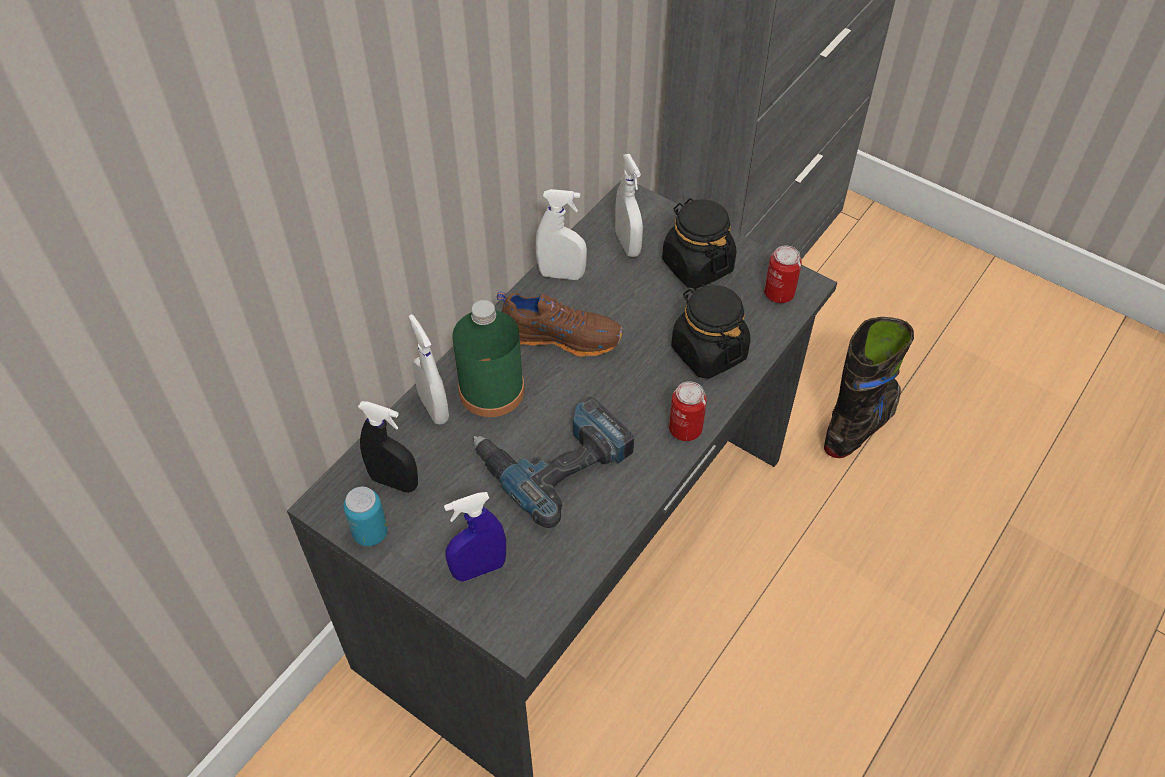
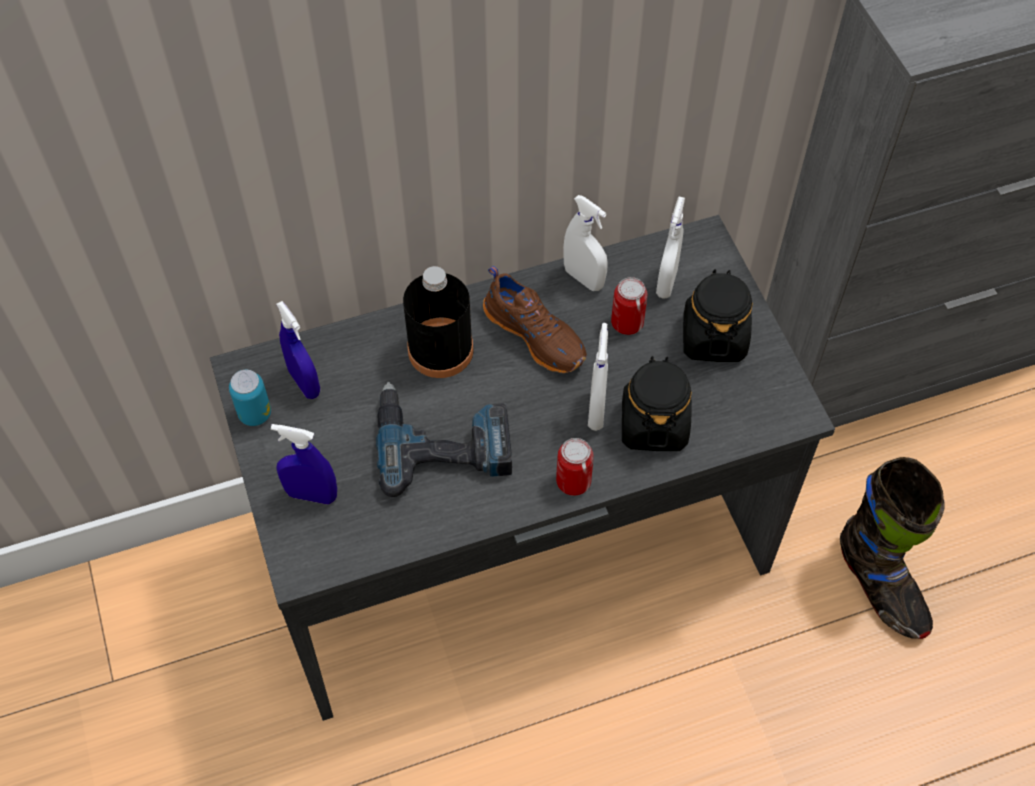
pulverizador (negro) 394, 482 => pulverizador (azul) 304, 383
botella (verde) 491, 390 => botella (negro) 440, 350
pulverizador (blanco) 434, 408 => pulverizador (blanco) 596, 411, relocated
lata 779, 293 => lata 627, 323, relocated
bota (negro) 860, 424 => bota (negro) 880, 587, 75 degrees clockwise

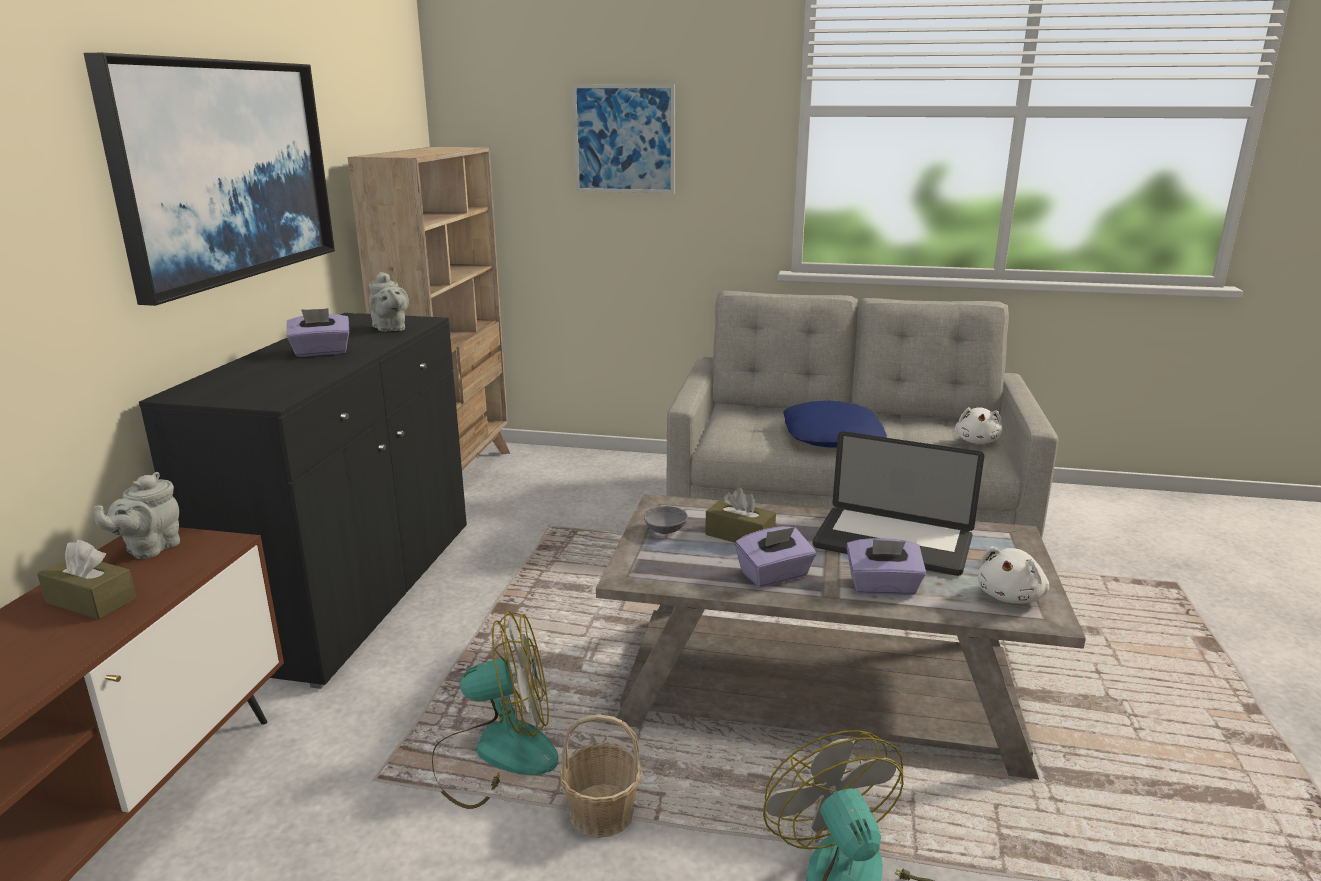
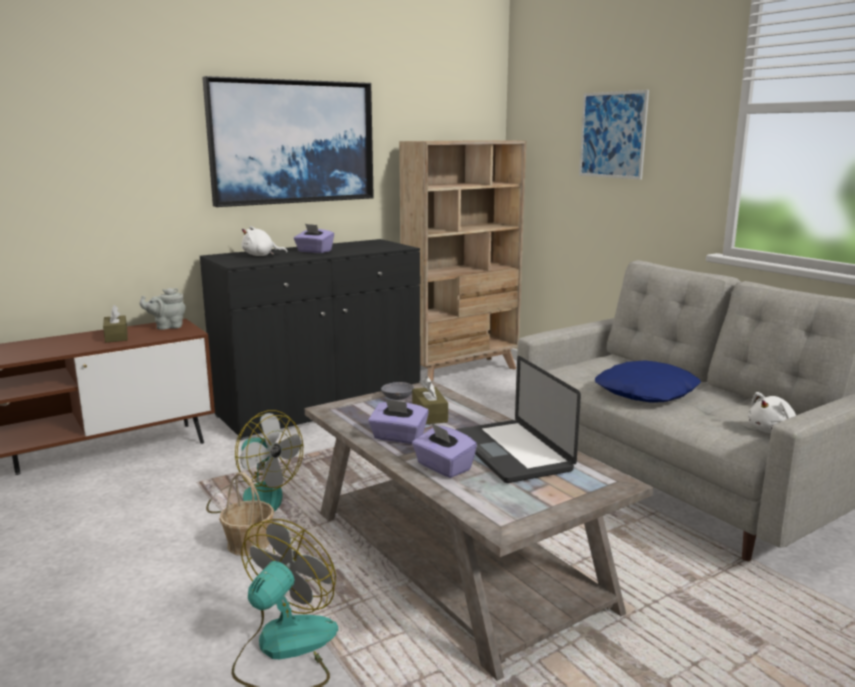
peluche (blanco) 1011, 596 => peluche (blanco) 261, 255, relocated
tetera (gris) 390, 329 => nothing

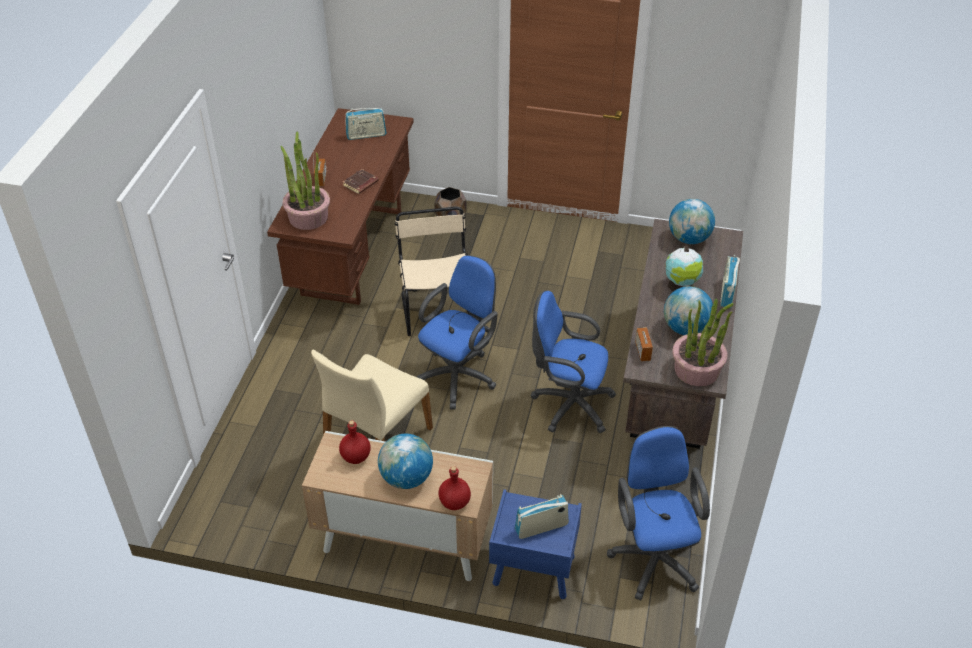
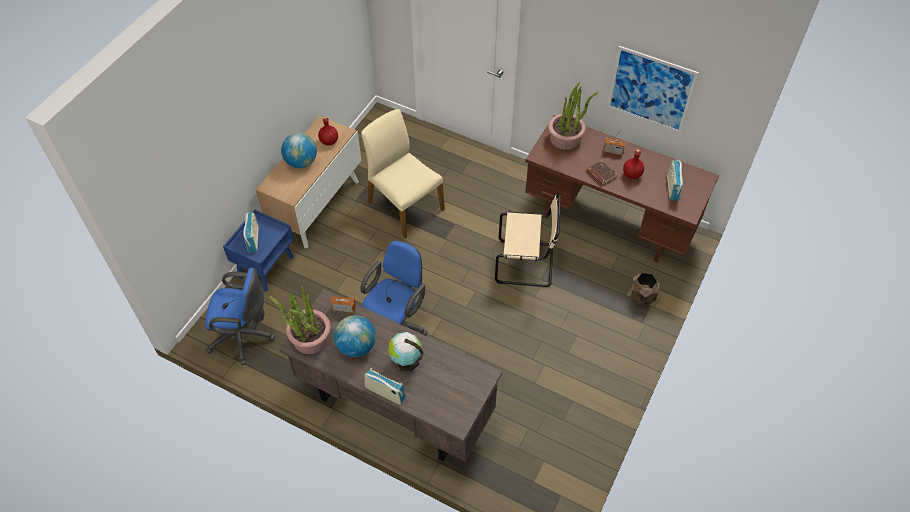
nothing => cuadro 651, 89
botella (rojo) 454, 502 => botella (rojo) 632, 174, relocated
silla de oficina (azul) 459, 375 => nothing
globo terráqueo 689, 239 => nothing

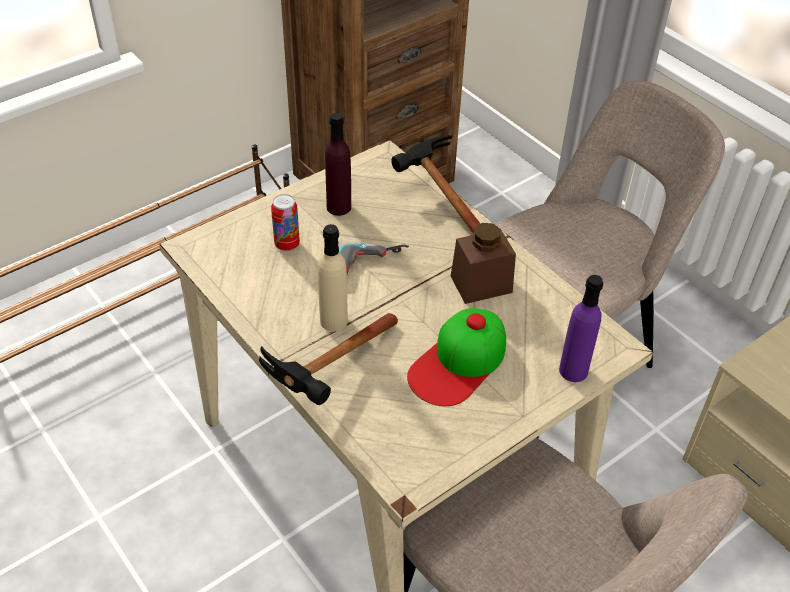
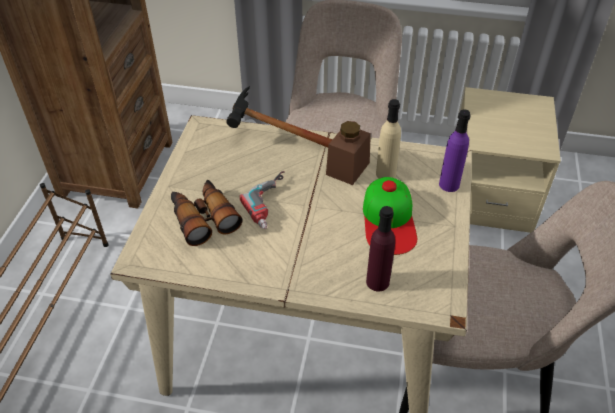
lata 287, 245 => prismáticos 203, 217
botella (morado) 339, 207 => botella (morado) 377, 282, relocated
botella (beis) 333, 321 => botella (beis) 385, 174, relocated
martillo 328, 379 => nothing

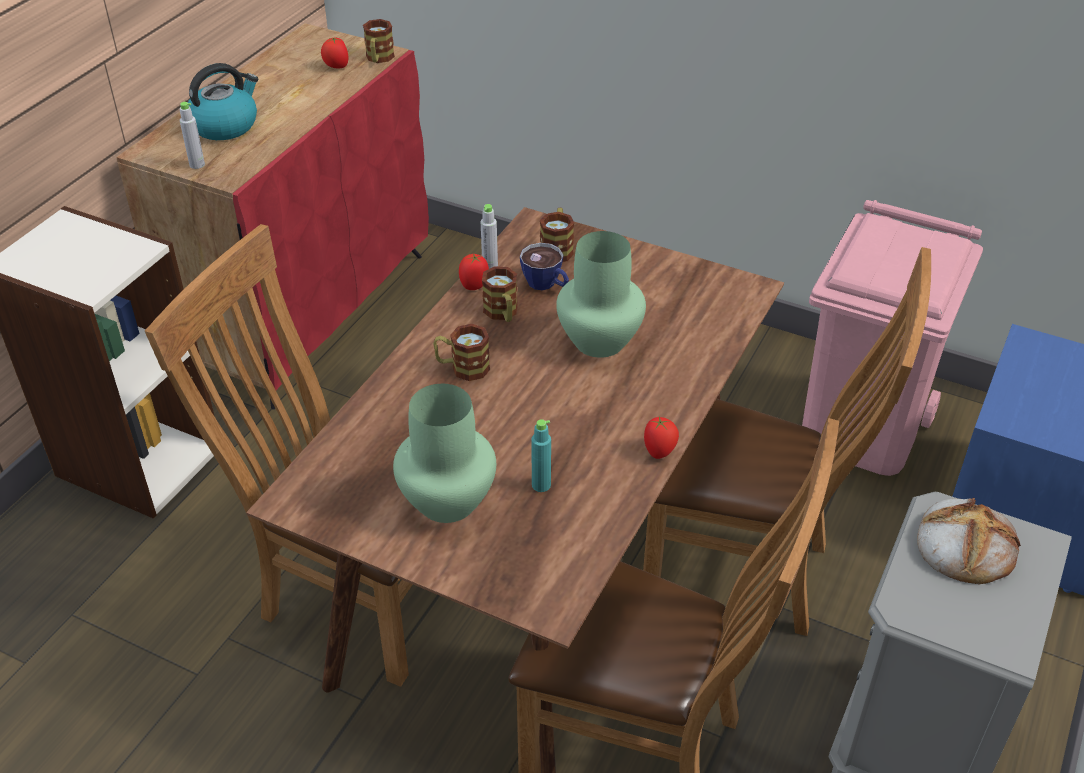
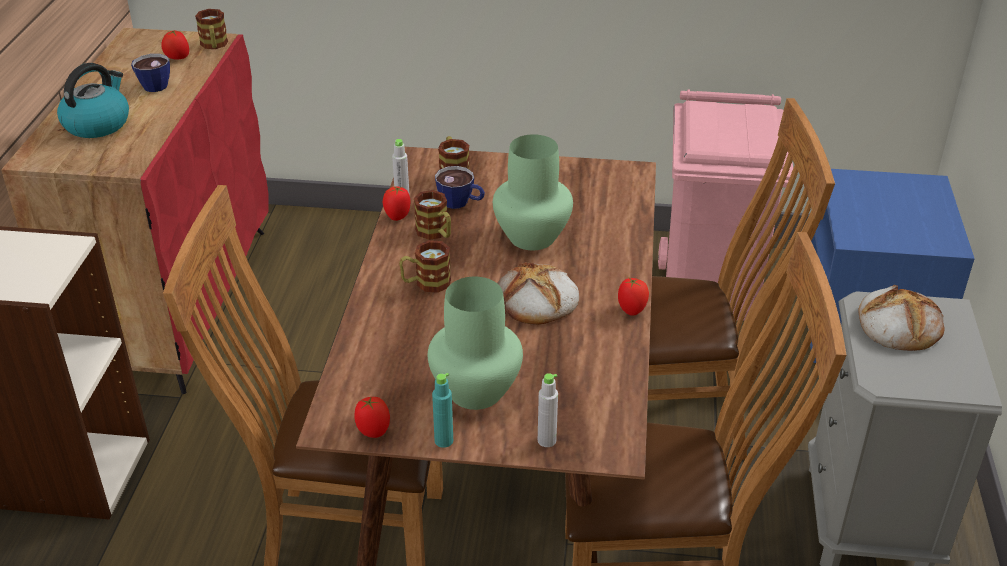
nothing => taza 151, 85
nothing => tomate 373, 431
botella (turquesa) 541, 485 => botella (turquesa) 444, 441, relocated
nothing => pan 536, 300
botella (gris) 197, 164 => botella (gris) 546, 440, relocated

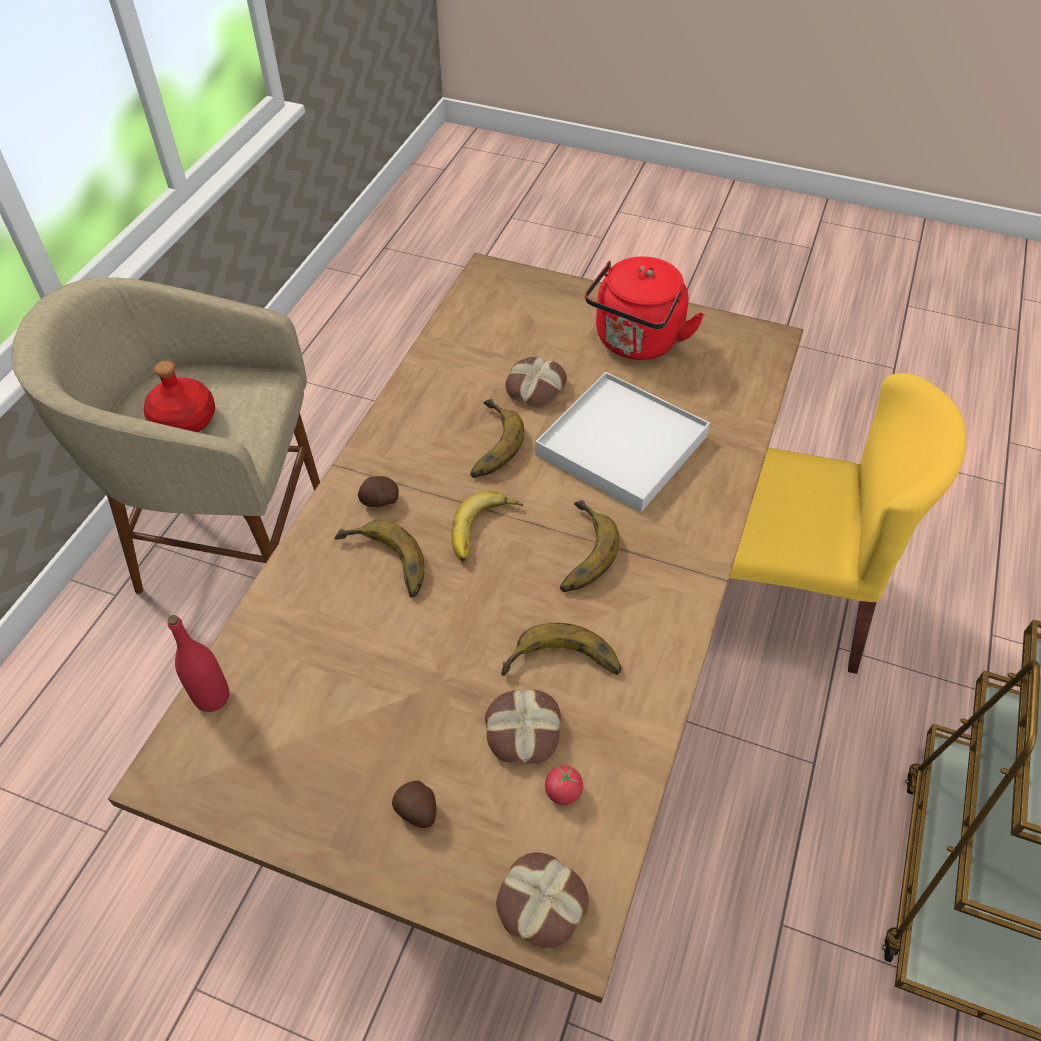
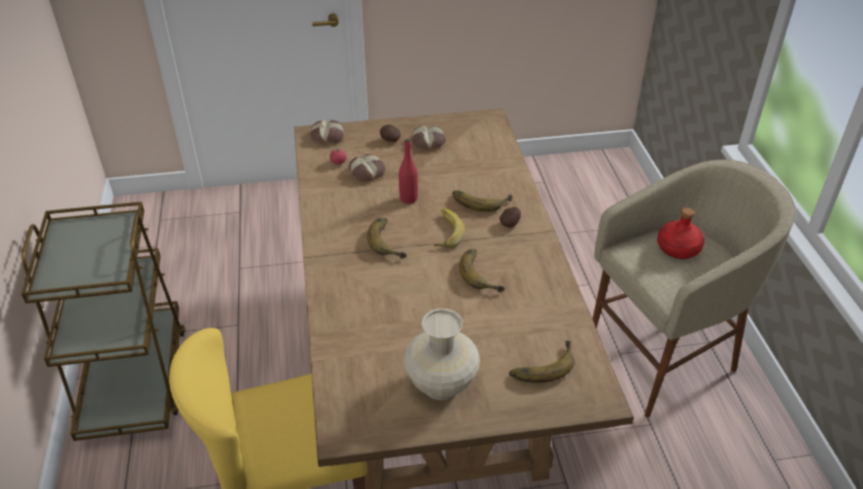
botella (rojo) 212, 697 => botella (rojo) 408, 199, relocated
hervidor (rojo) 636, 343 => florero (beis) 442, 384
pan 534, 387 => pan 429, 141, relocated
plátano 562, 668 => plátano 541, 364, relocated
bandeja (blanco) 621, 446 => nothing

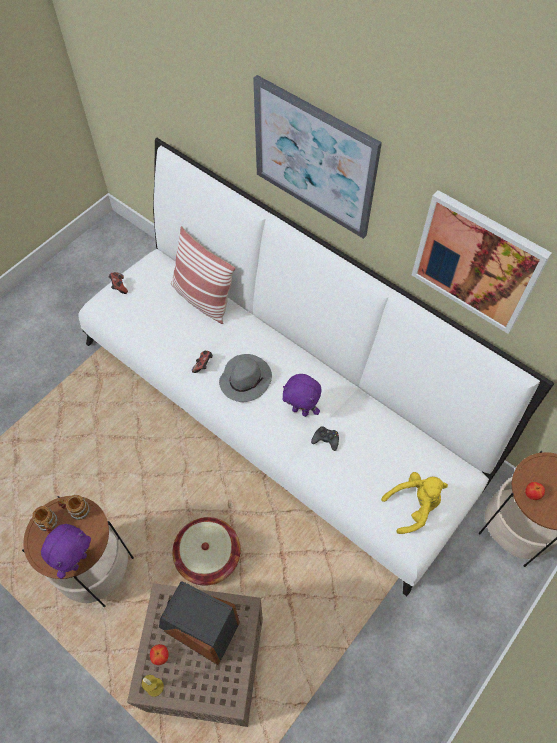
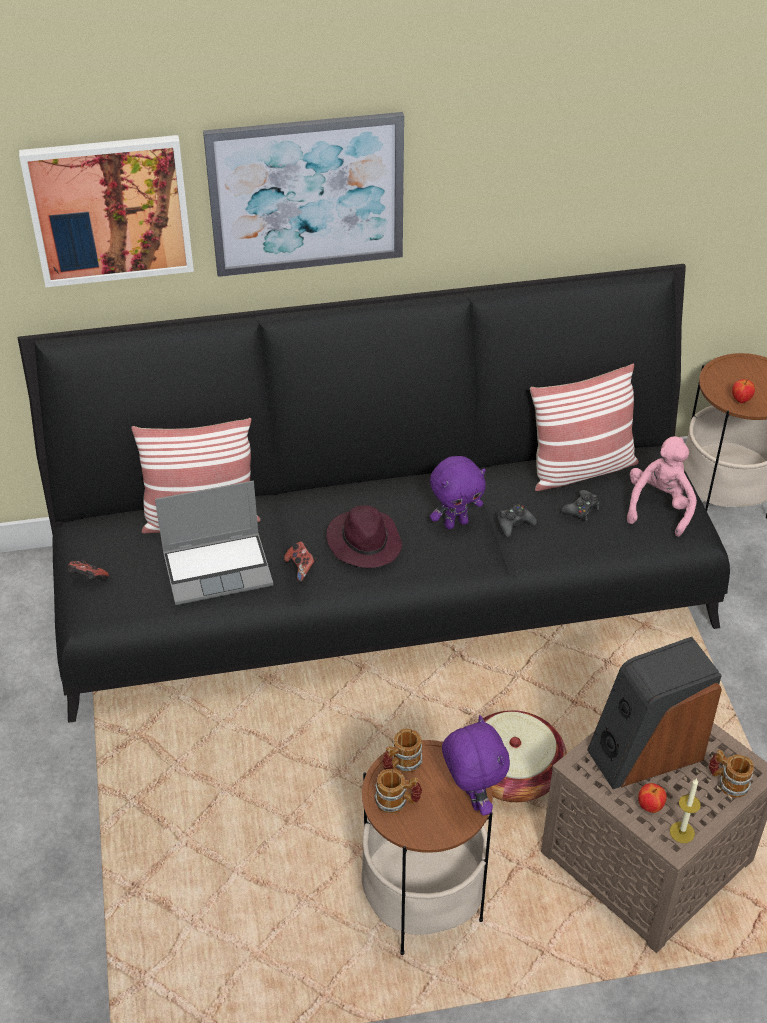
sofá (blanco) 278, 406 => sofá (negro) 383, 588
cuadro 477, 262 => cuadro 109, 210, relocated
nothing => portátil 219, 568
sombrero (gris) 245, 379 => sombrero (morado) 364, 542
nothing => cojín 581, 469
nothing => mando de consola (negro) 581, 509
peluche (amarillo) 413, 506 => peluche (rosa) 659, 507
nothing => taza grande 727, 782

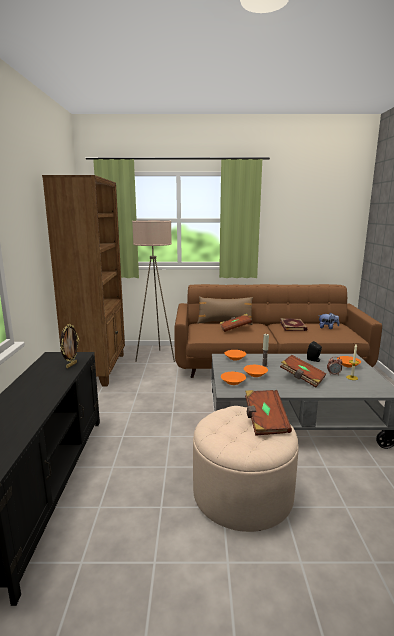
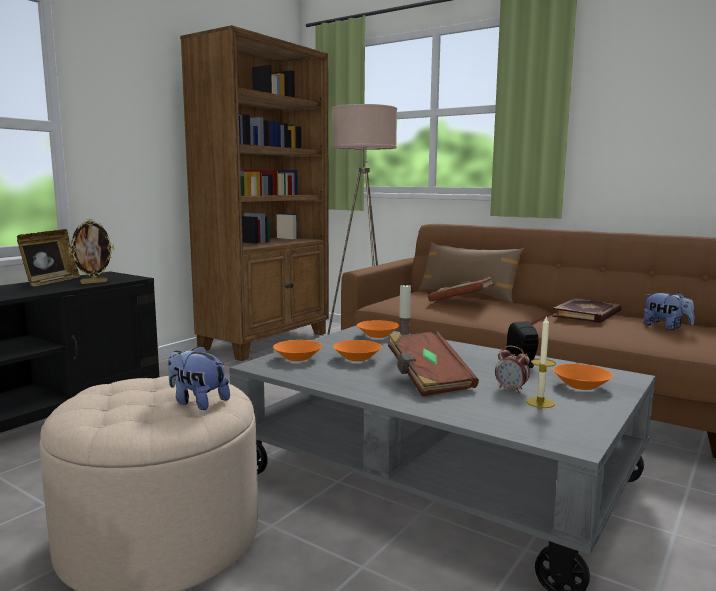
nothing => portarretratos 50, 282
libro (marrón) 265, 421 => peluche 197, 402

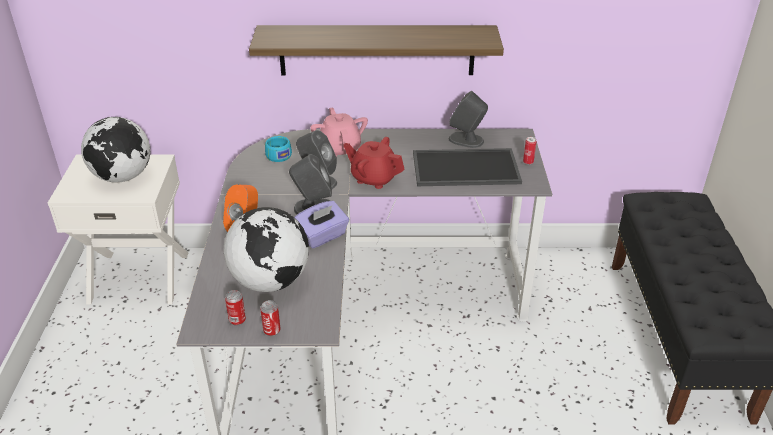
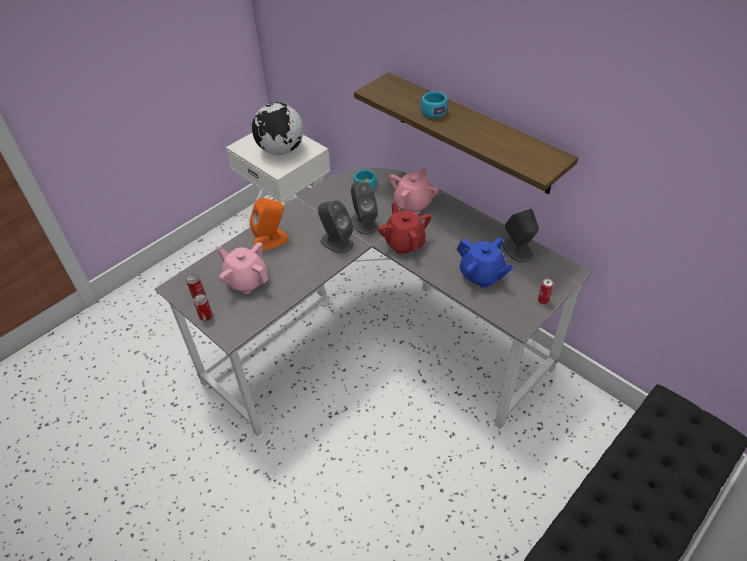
globo terráqueo 270, 281 => tetera (rosa) 246, 281
nothing => taza (turquesa) 432, 110
bandeja 464, 169 => tetera (azul) 481, 275
caja de pañuelos (morado) 322, 236 => nothing

